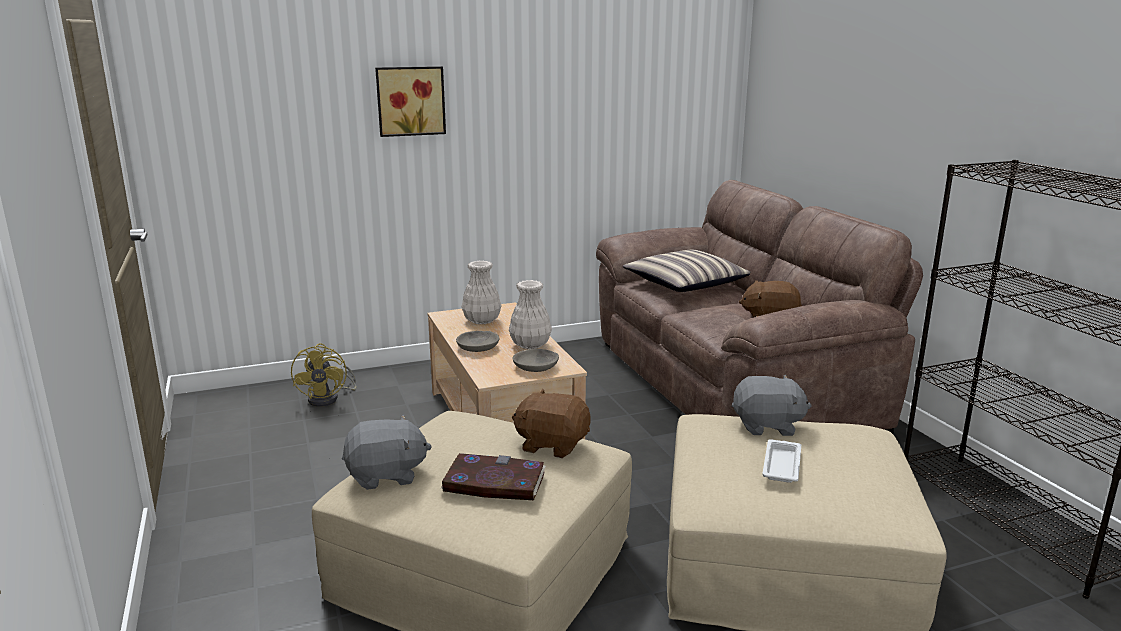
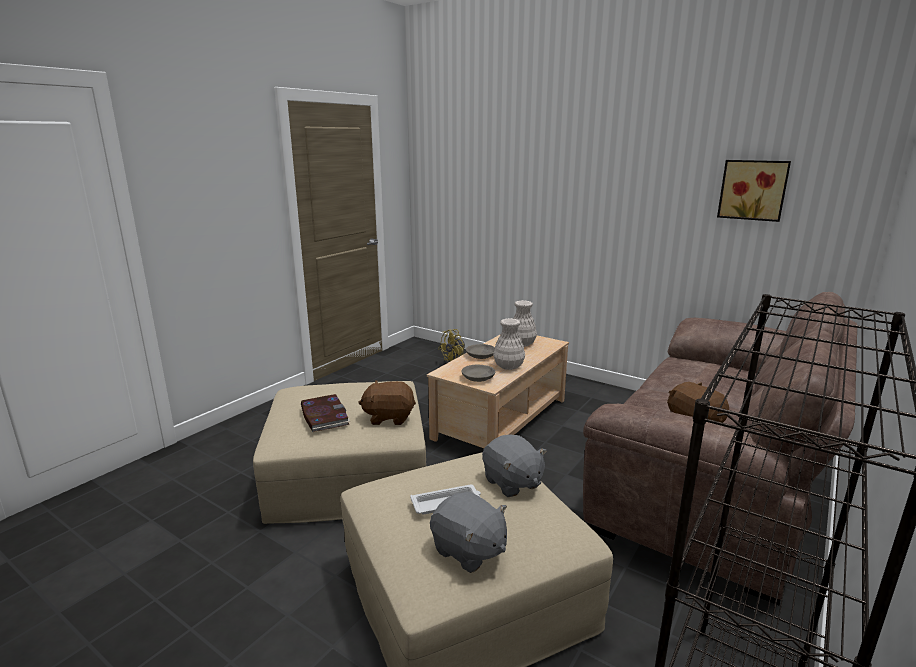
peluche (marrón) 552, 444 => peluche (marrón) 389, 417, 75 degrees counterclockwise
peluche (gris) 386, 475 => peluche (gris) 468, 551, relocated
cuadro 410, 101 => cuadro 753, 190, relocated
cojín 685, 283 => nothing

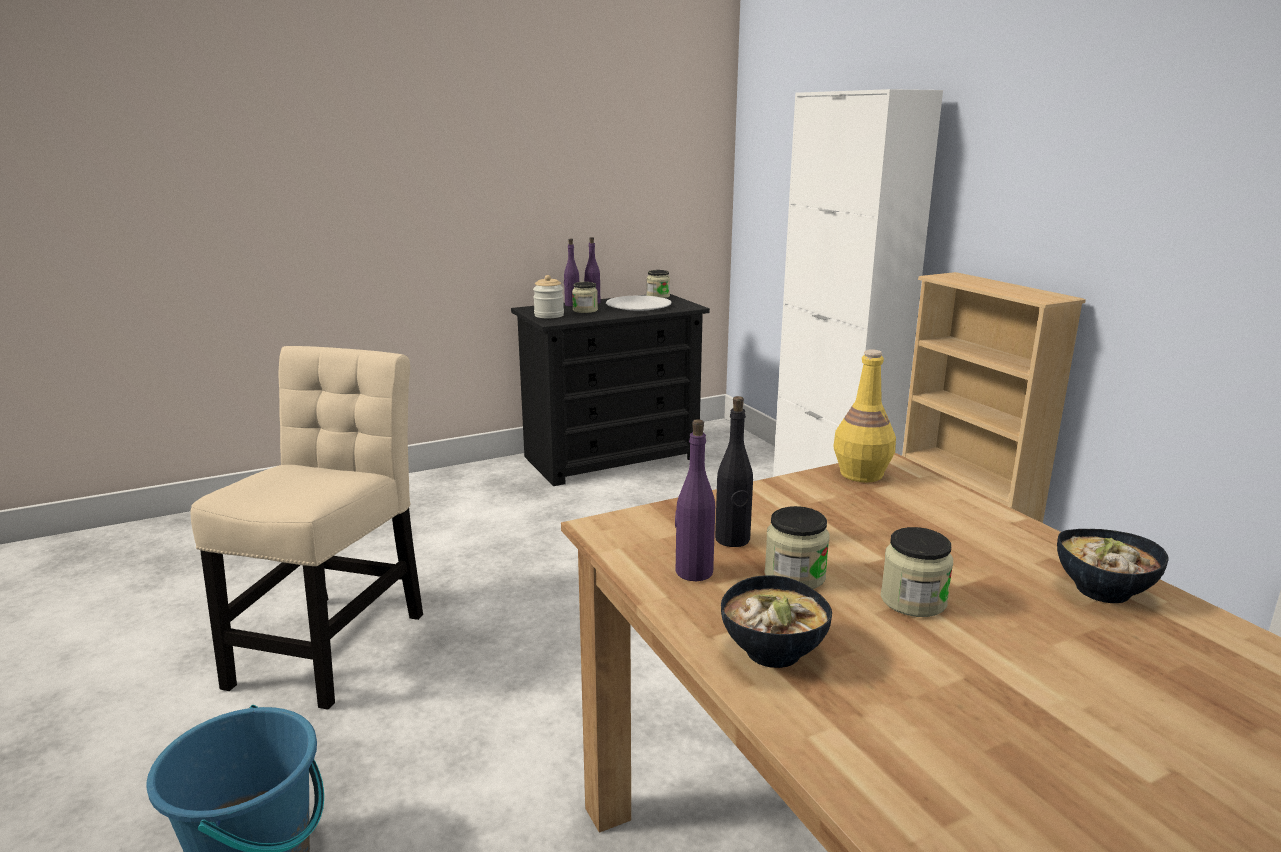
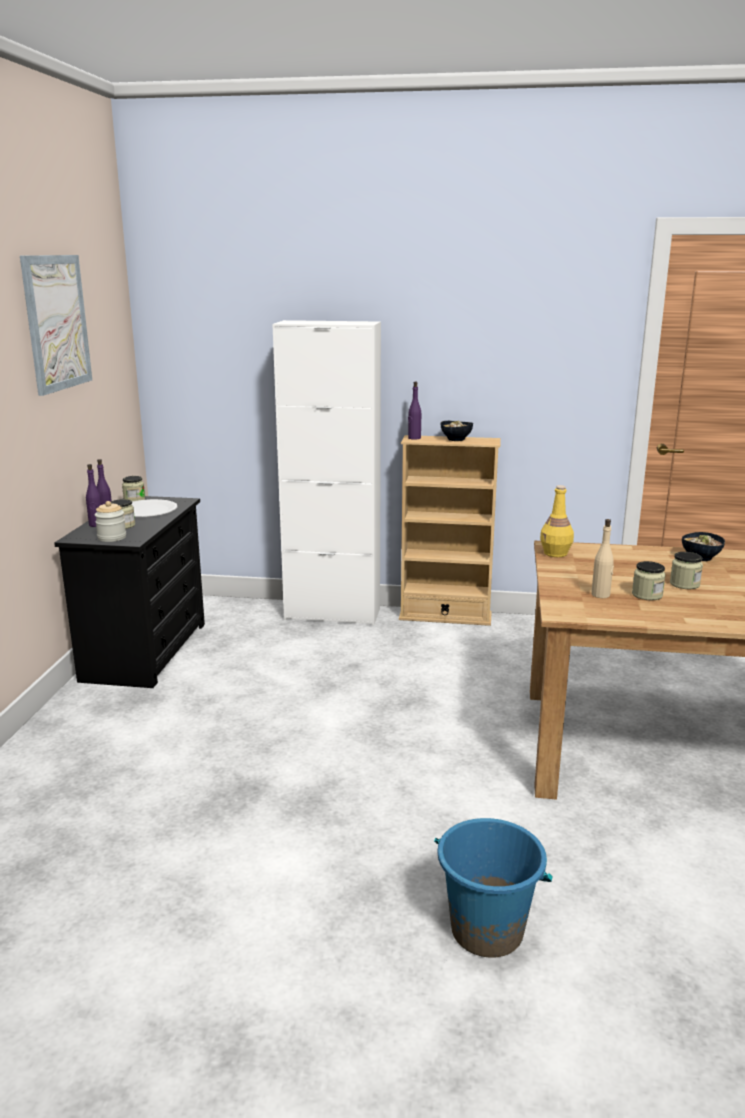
nothing => cuadro 56, 323
botella (morado) 693, 572 => botella (morado) 414, 438, relocated
cuenco 771, 653 => cuenco 456, 439, relocated
botella (negro) 732, 539 => botella (beis) 601, 595
silla (beis) 333, 642 => nothing

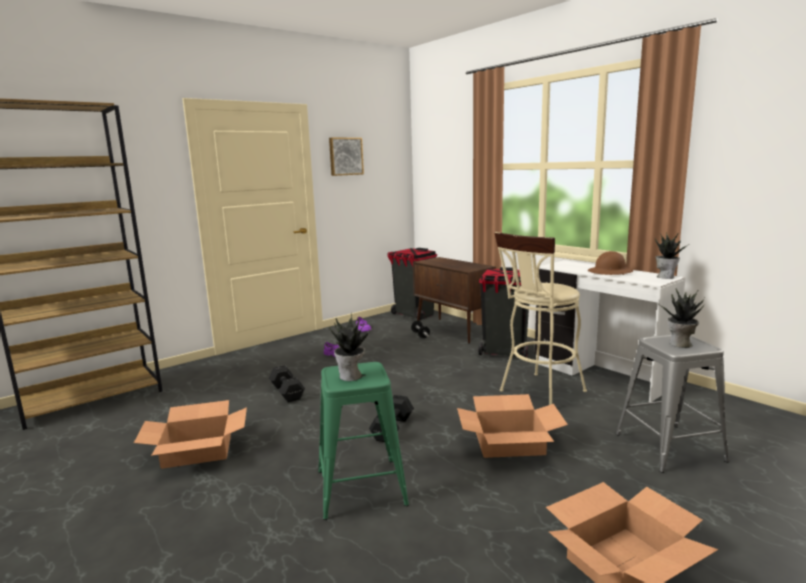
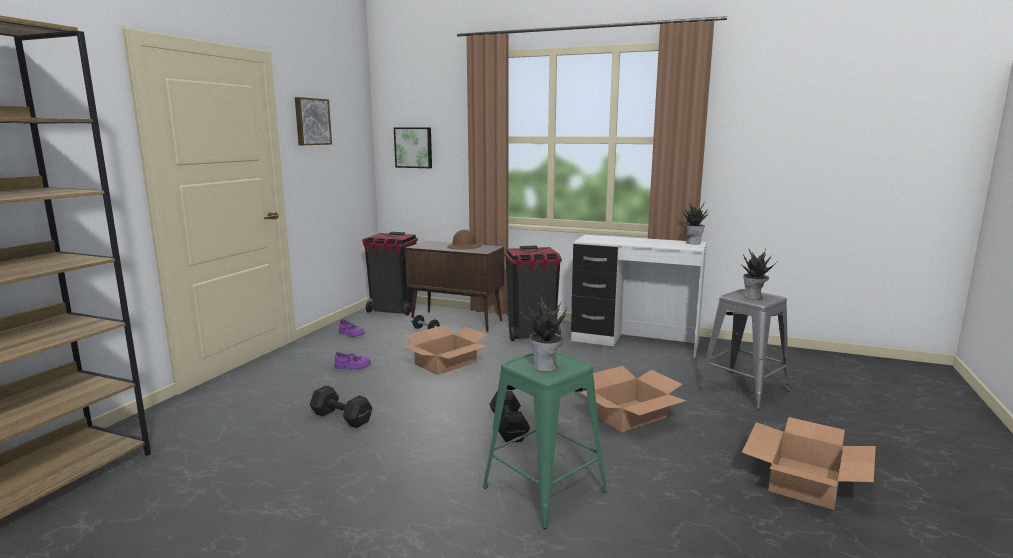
nothing => cuadro 414, 147
caja de cartón 197, 451 => caja de cartón 446, 363, relocated
casco (marrón) 610, 272 => casco (marrón) 464, 247, relocated
taburete (beis) 538, 393 => nothing

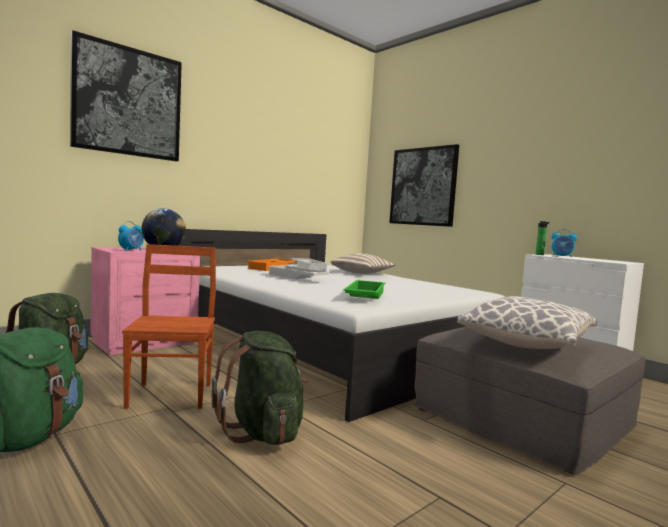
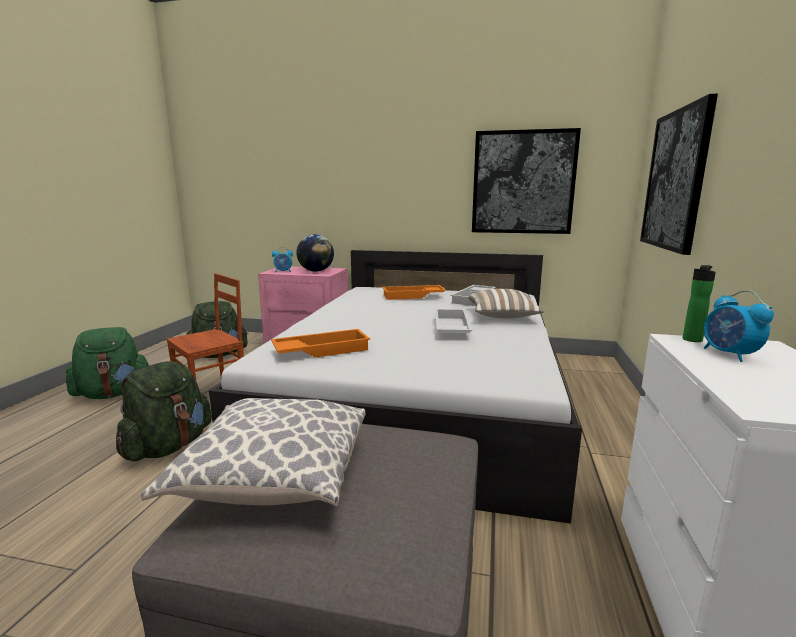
bandeja (verde) 364, 296 => bandeja (naranja) 321, 350
bandeja (blanco) 296, 277 => bandeja (blanco) 450, 328, relocated
cuadro 128, 102 => cuadro 523, 182, relocated

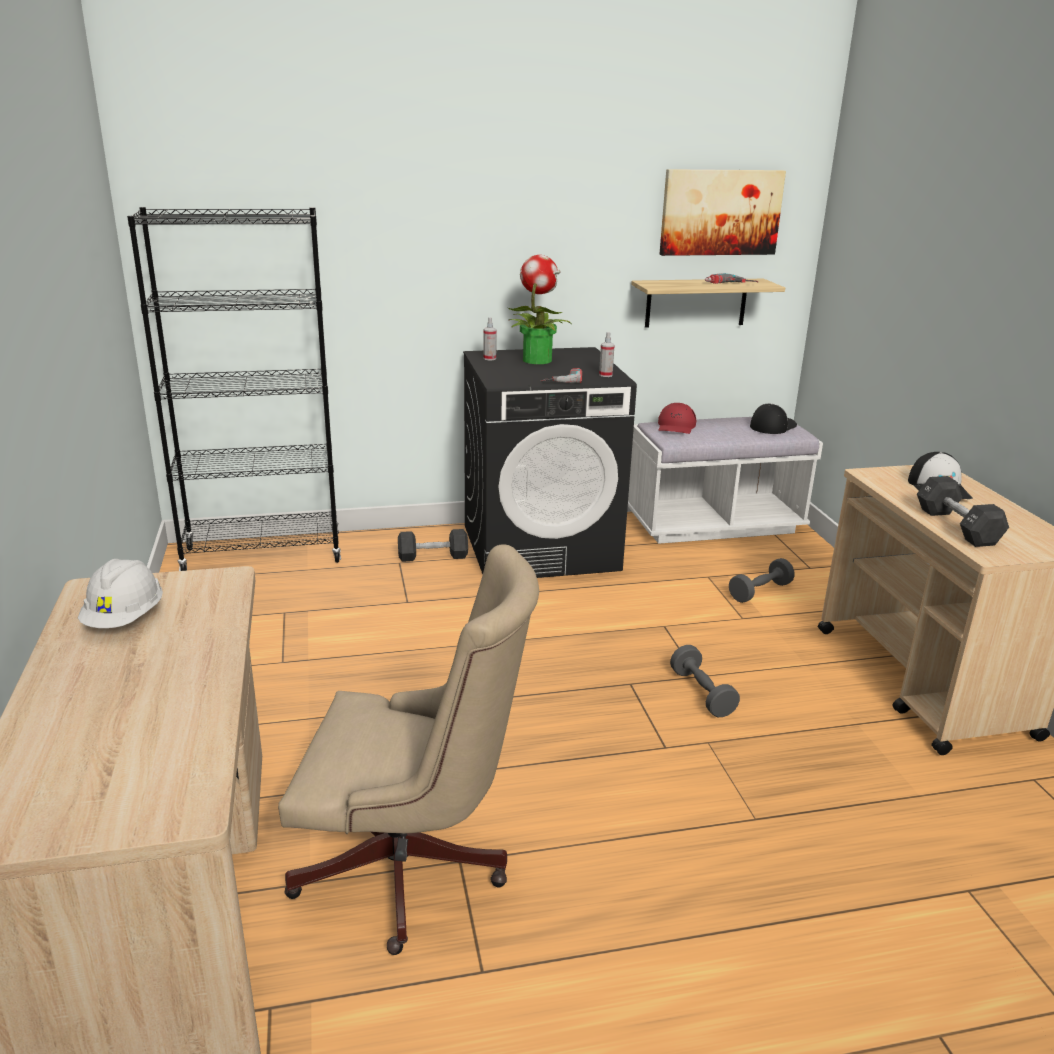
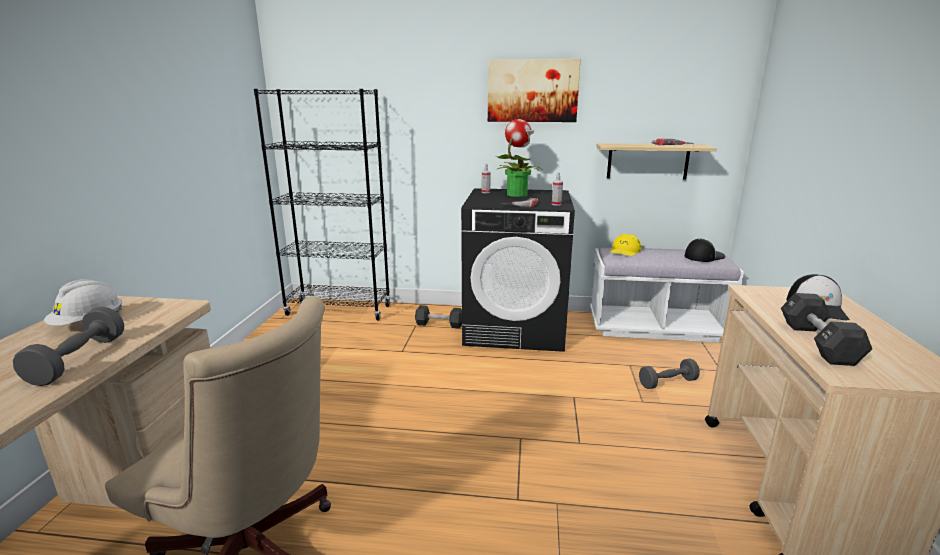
mancuerna (gris) 702, 693 => mancuerna (gris) 78, 360, relocated
cuadro 720, 212 => cuadro 532, 91, relocated
gorra (rojo) 676, 426 => gorra (amarillo) 624, 251

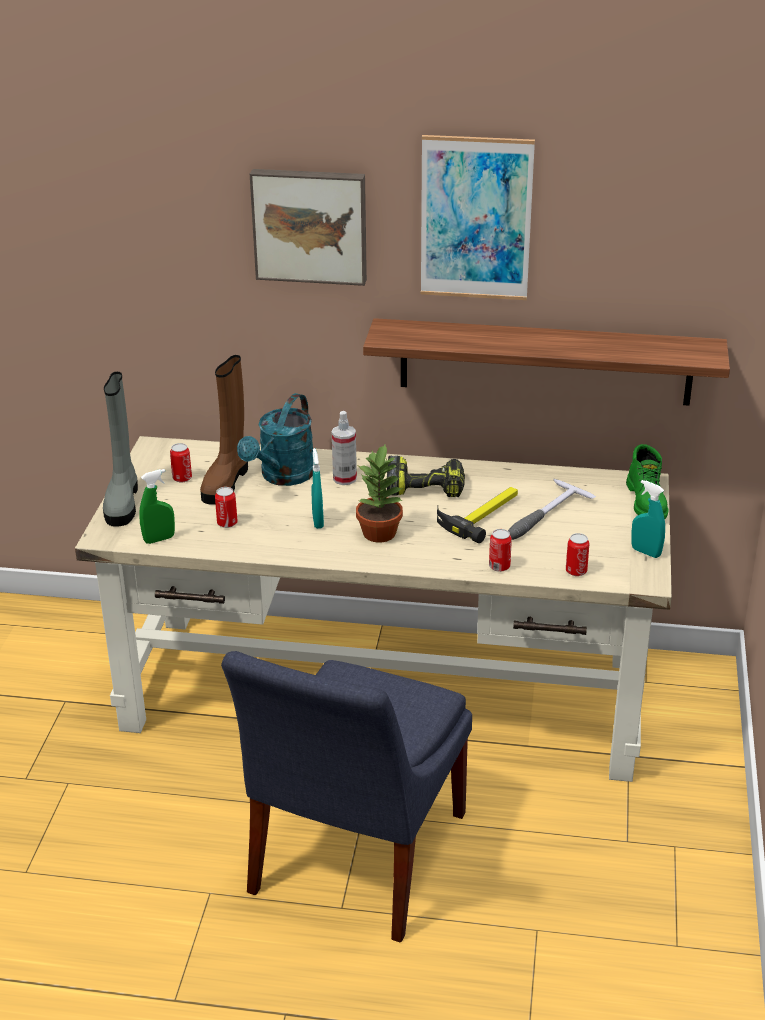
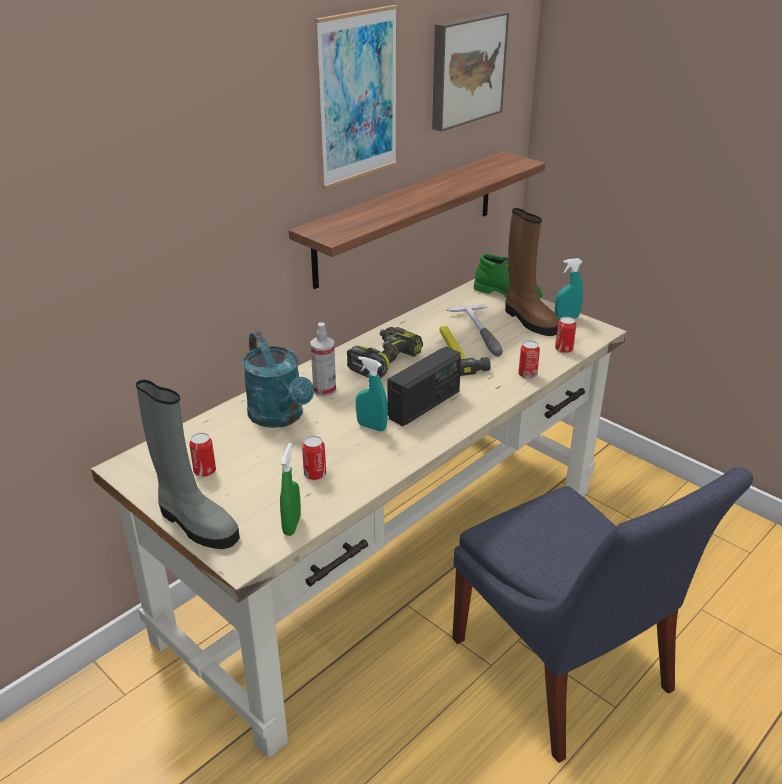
planta en maceta 380, 533 => radio 424, 405
cuadro 310, 225 => cuadro 465, 69, relocated
bota (marrón) 226, 482 => bota (marrón) 529, 320, relocated

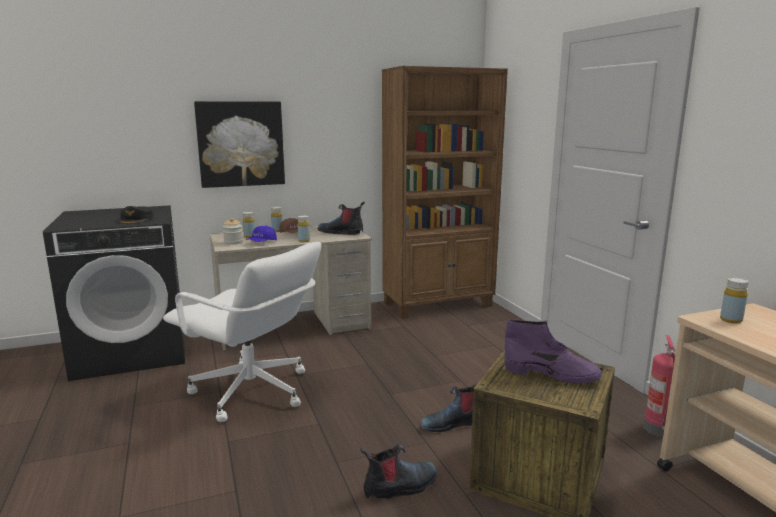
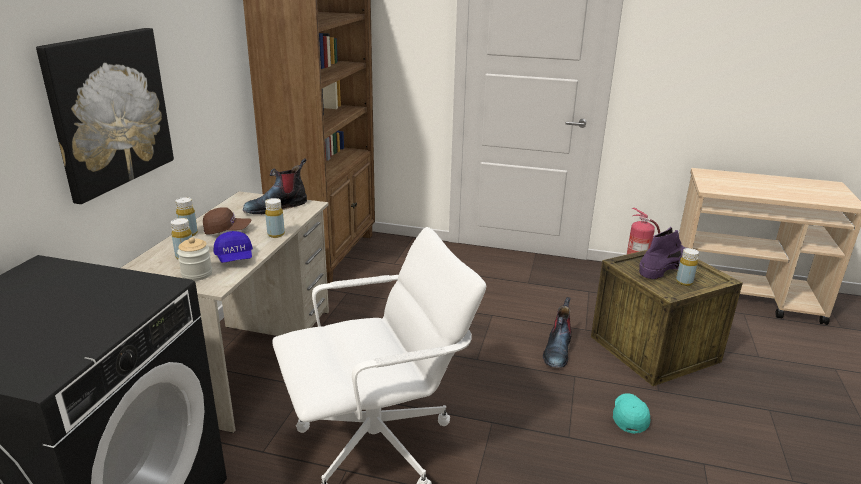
bota 400, 487 => gorra (turquesa) 629, 417
botella (amarillo) 731, 320 => botella (amarillo) 684, 282, relocated
gorra (negro) 136, 219 => nothing

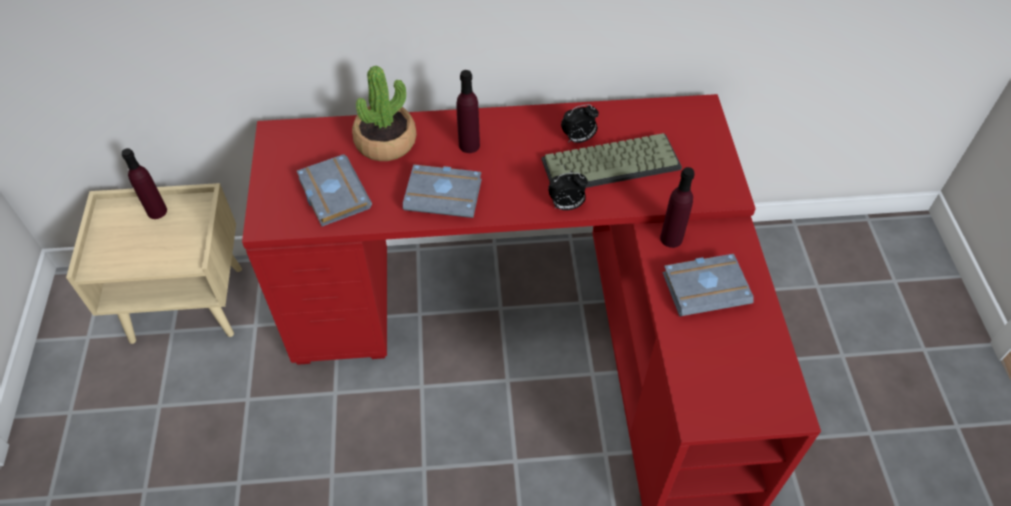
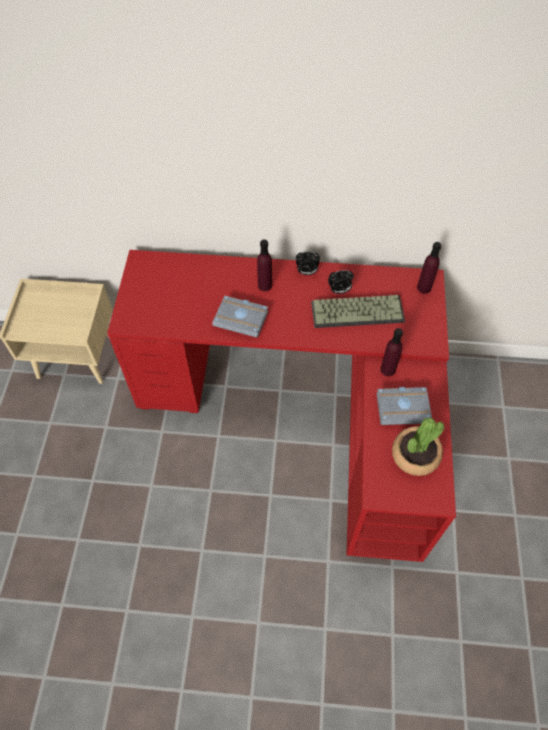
despertador 566, 206 => despertador 306, 272, relocated
planta en maceta 386, 142 => planta en maceta 415, 455, relocated
botella (morado) 157, 211 => botella (morado) 424, 288, relocated
libro (gris) 331, 194 => nothing

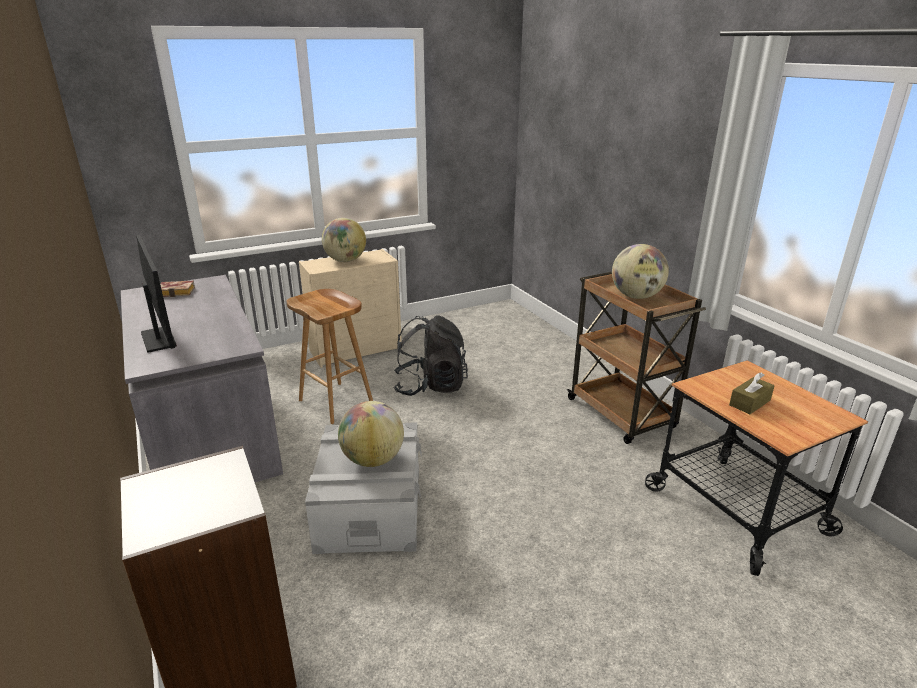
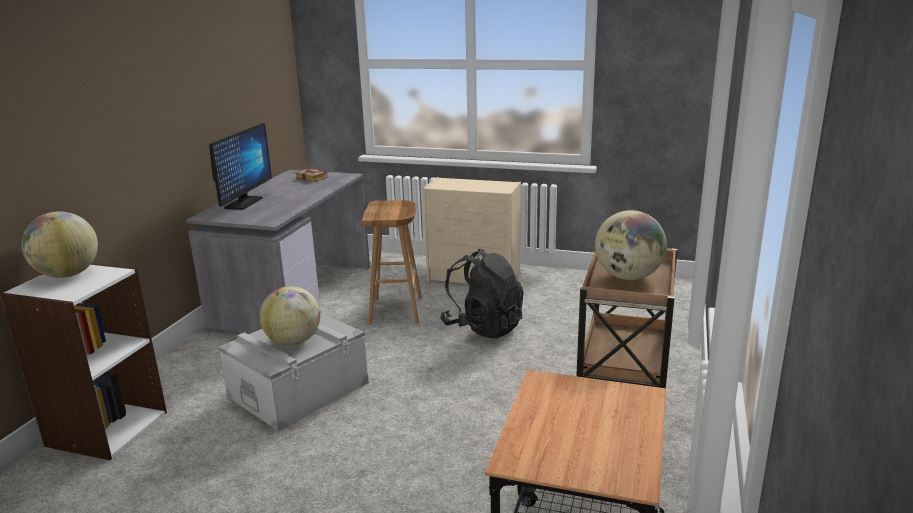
globo terráqueo 345, 260 => globo terráqueo 68, 275, relocated
caja de pañuelos (marrón) 749, 403 => nothing

